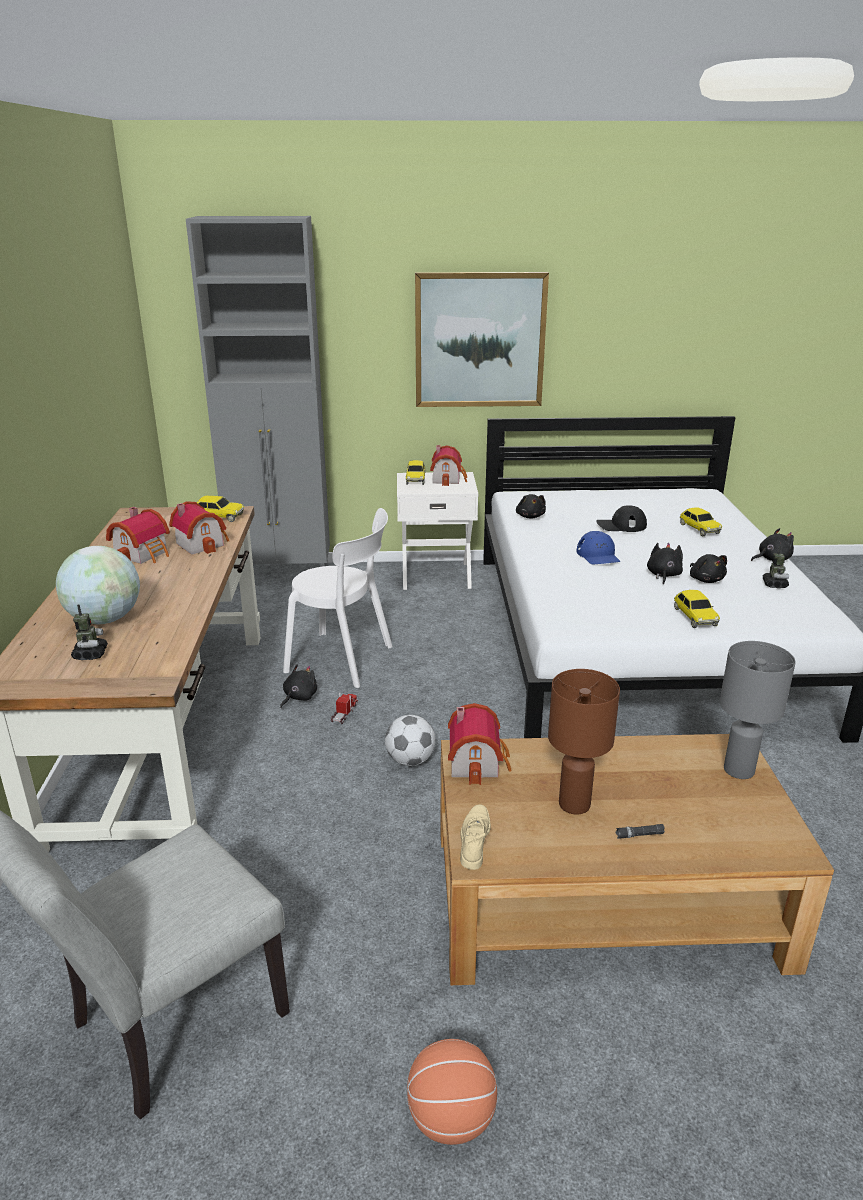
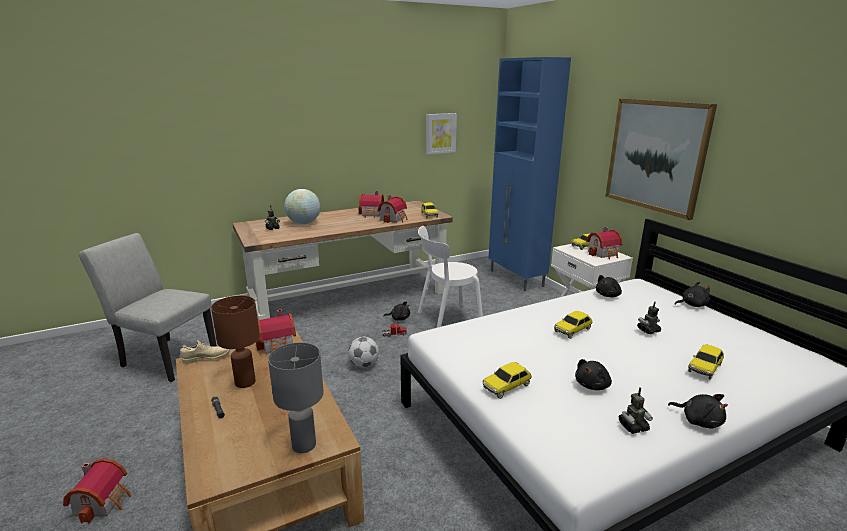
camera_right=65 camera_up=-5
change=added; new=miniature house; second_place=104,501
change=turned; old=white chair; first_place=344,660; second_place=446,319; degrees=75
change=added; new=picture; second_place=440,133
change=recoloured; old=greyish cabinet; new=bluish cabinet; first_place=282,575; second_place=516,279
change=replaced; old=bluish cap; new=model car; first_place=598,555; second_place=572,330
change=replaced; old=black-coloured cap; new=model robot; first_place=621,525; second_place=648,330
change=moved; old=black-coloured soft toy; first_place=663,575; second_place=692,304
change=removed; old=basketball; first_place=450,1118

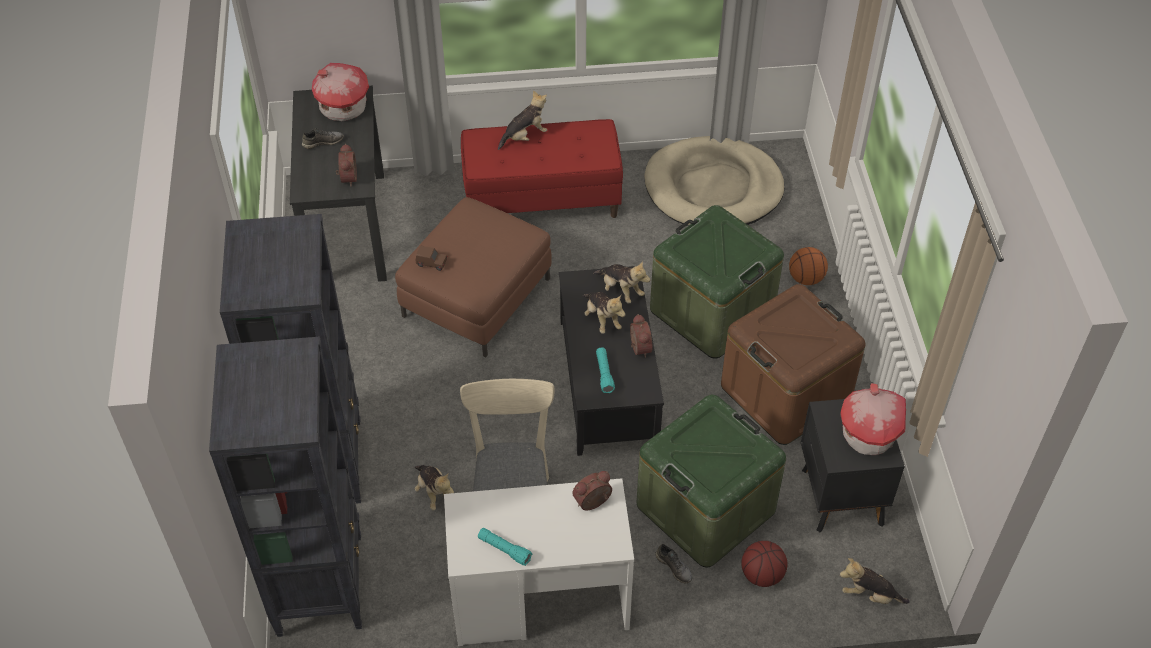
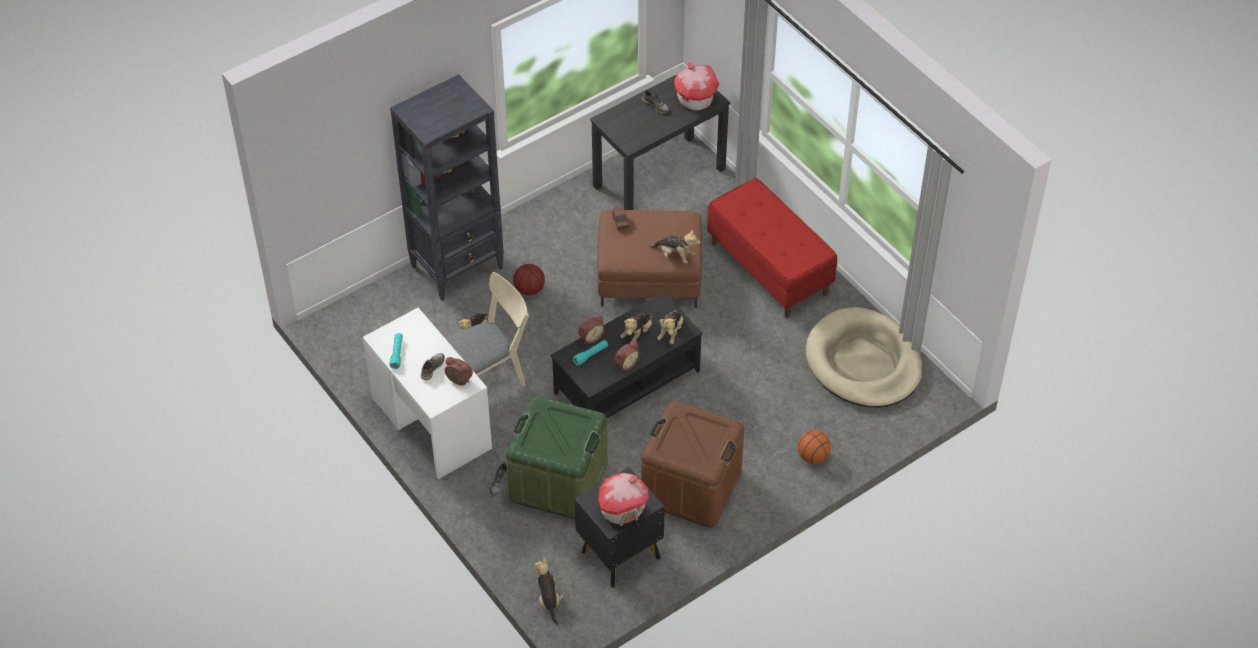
camera_right=60 camera_up=0
change=added; new=greyish item of footwear; second_place=432,368
change=moved; old=basketball; first_place=762,575; second_place=529,290
change=moved; old=table clock; first_place=347,178; second_place=591,337
change=moved; old=soft toy; first_place=525,136; second_place=675,255
change=removed; old=black-coloured bookshelf; first_place=320,583
change=removed; old=greenish storage container; first_place=712,311

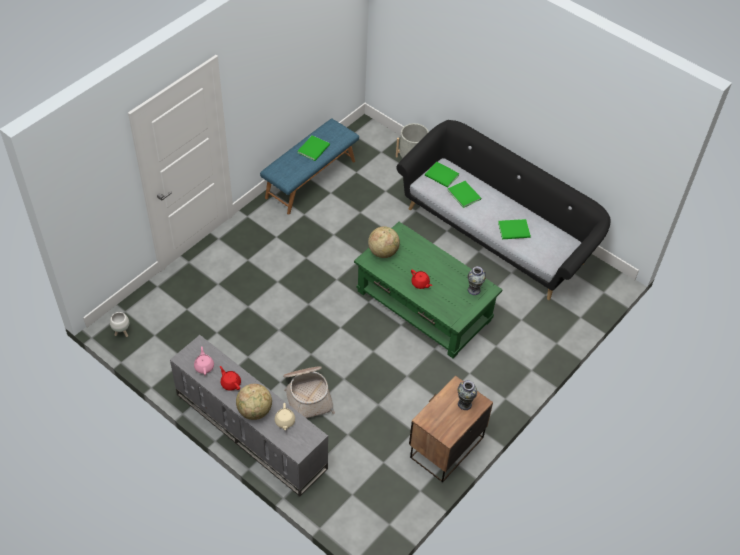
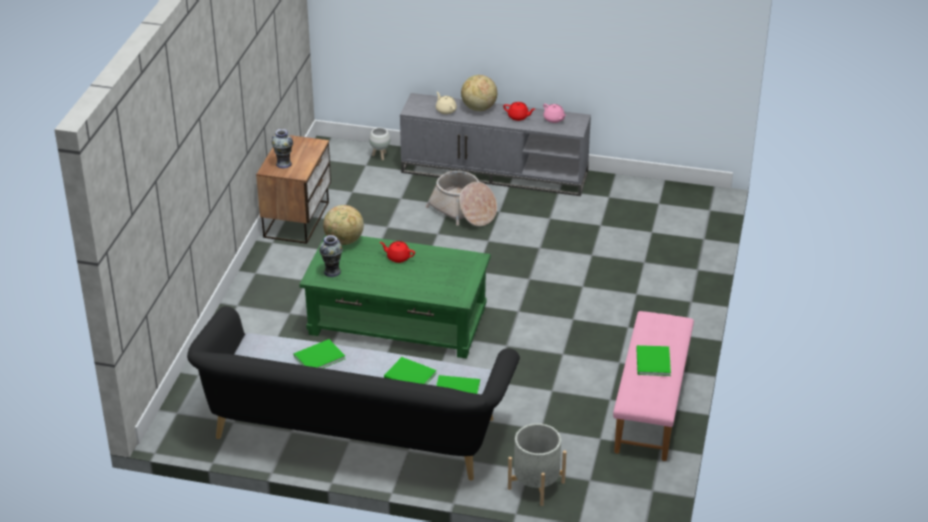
camera_right=155 camera_up=-15
change=moved; old=globe; first_place=383,252; second_place=344,241
change=moved; old=white planter; first_place=122,333; second_place=380,156
change=recoloured; old=bluish bench; new=pink bench; first_place=310,179; second_place=652,406

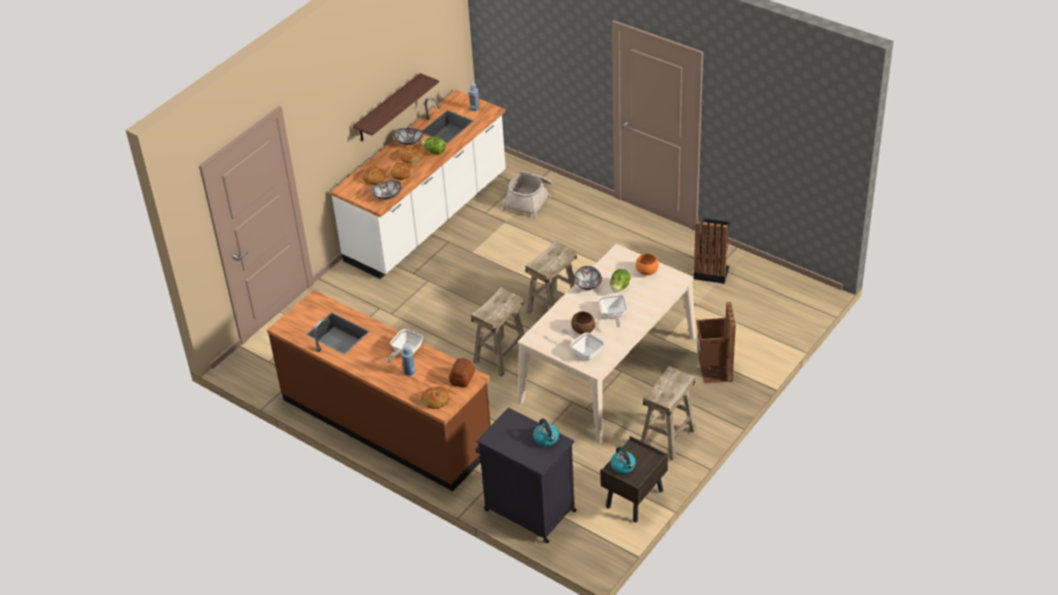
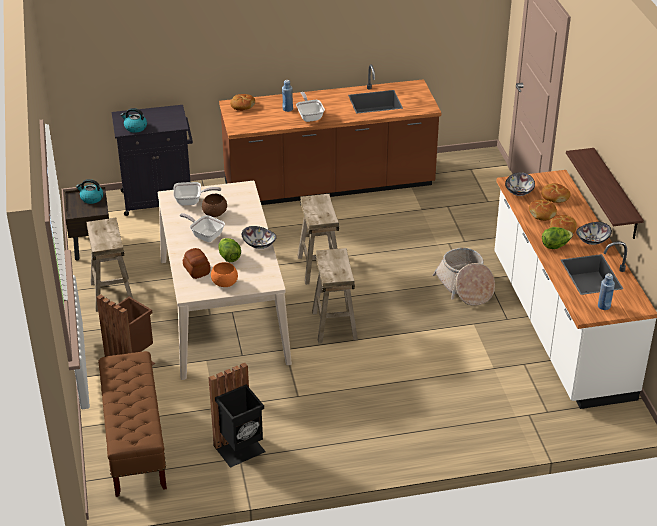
camera_right=130 camera_up=-5
change=added; new=brownish bench; second_place=135,444
change=moved; old=baked bread; first_place=462,378; second_place=196,270
change=moved; old=storage basket; first_place=529,199; second_place=465,287

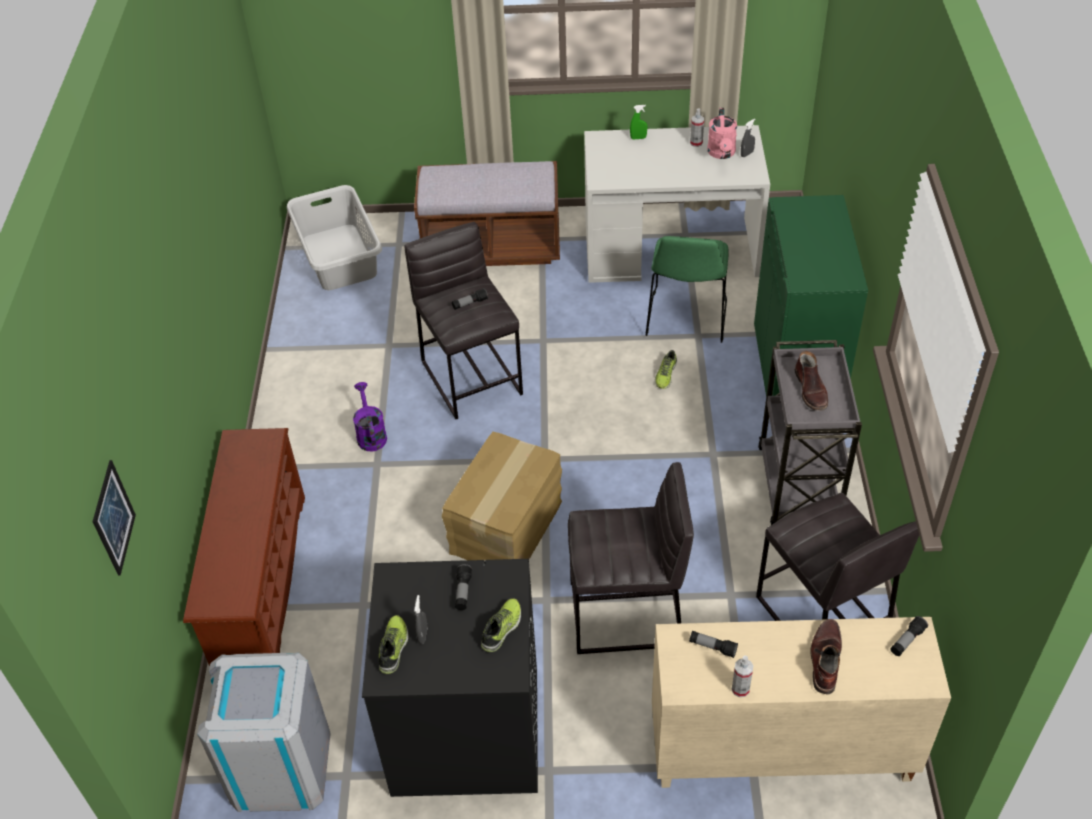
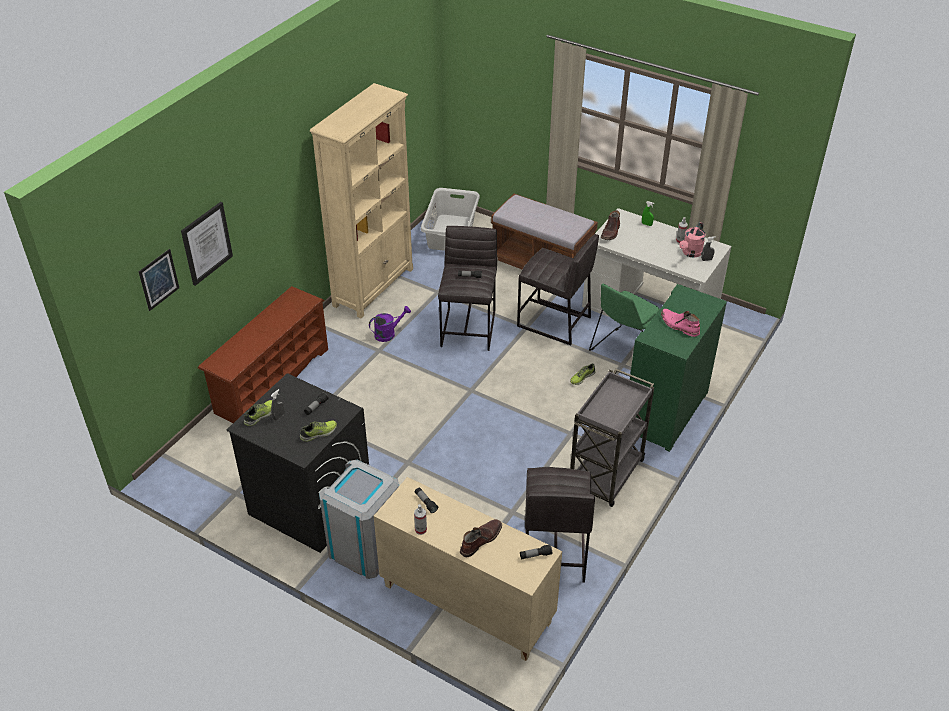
camera_right=30 camera_up=-5
change=added; new=picture; second_place=206,243
change=added; new=beige bookshelf; second_place=374,287
change=moved; old=greyish trash can; first_place=281,767; second_place=365,547
change=turned; old=purple watering pot; first_place=370,434; second_place=388,333; degrees=45
change=moved; old=greyish stool; first_place=627,615; second_place=554,322
change=moved; old=brownish boot; first_place=811,390; second_place=611,232
change=added; new=pink boot; second_place=679,326
change=removed; old=cardboard box; first_place=507,528

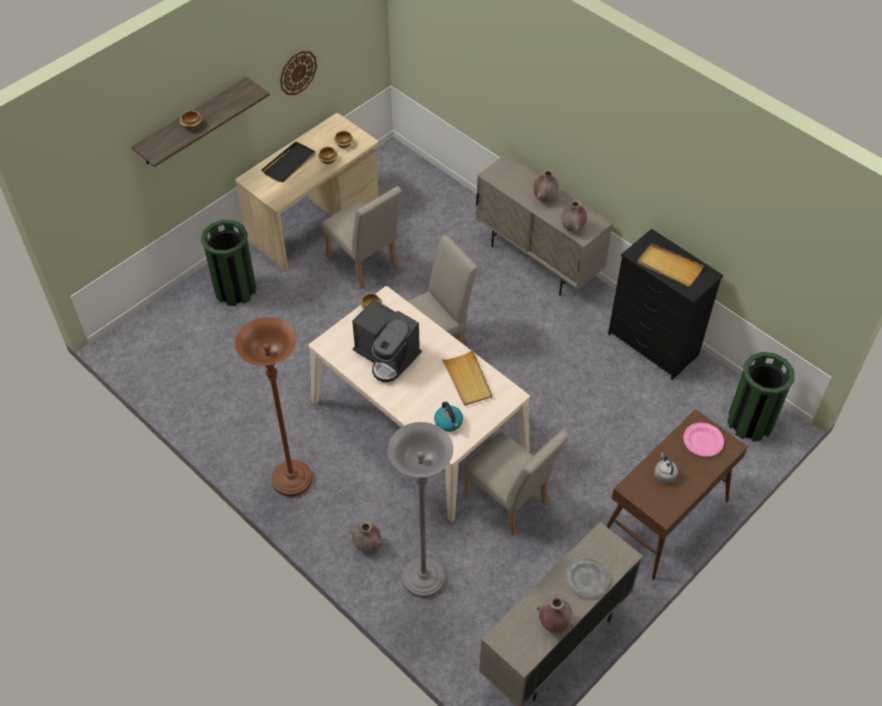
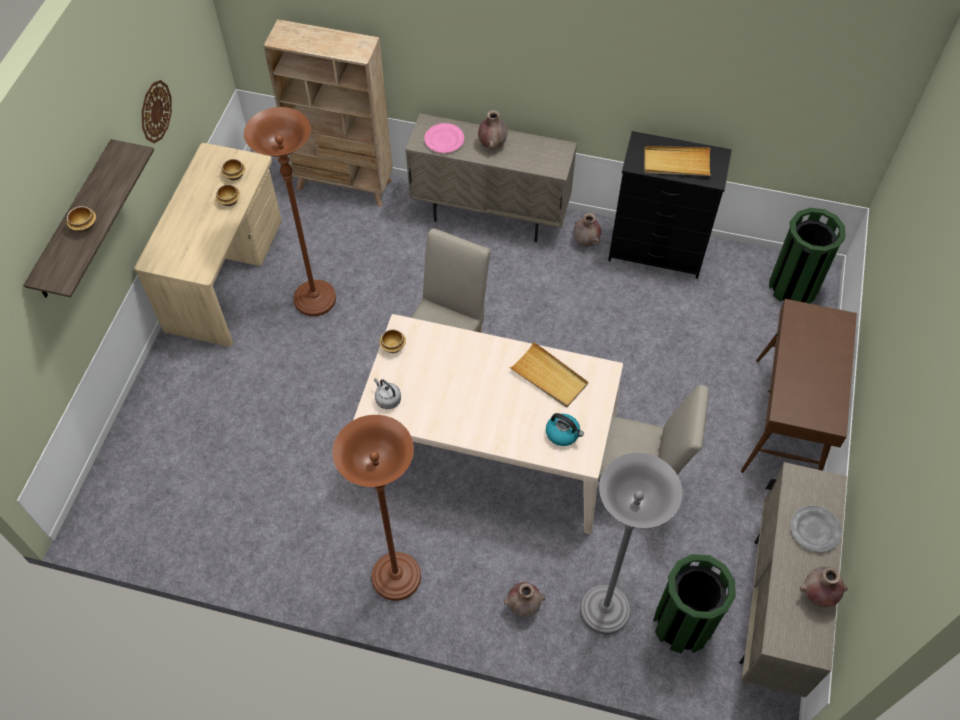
camera_right=-30 camera_up=5
change=replaced; old=beige chair; new=brownish standing lamp; first_place=365,264; second_place=315,300
change=added; new=beige bookshelf; second_place=345,185
change=moved; old=greyish water kettle; first_place=664,474; second_place=387,399
change=moved; old=pink dinner plate; first_place=703,441; second_place=444,140
change=moved; old=brownish flower vase; first_place=572,228; second_place=586,241
change=moved; old=greenish trash can; first_place=235,290; second_place=682,624
change=removed; old=black-coloured carrying tray; first_place=289,164
change=removed; old=coffee machine; first_place=387,356

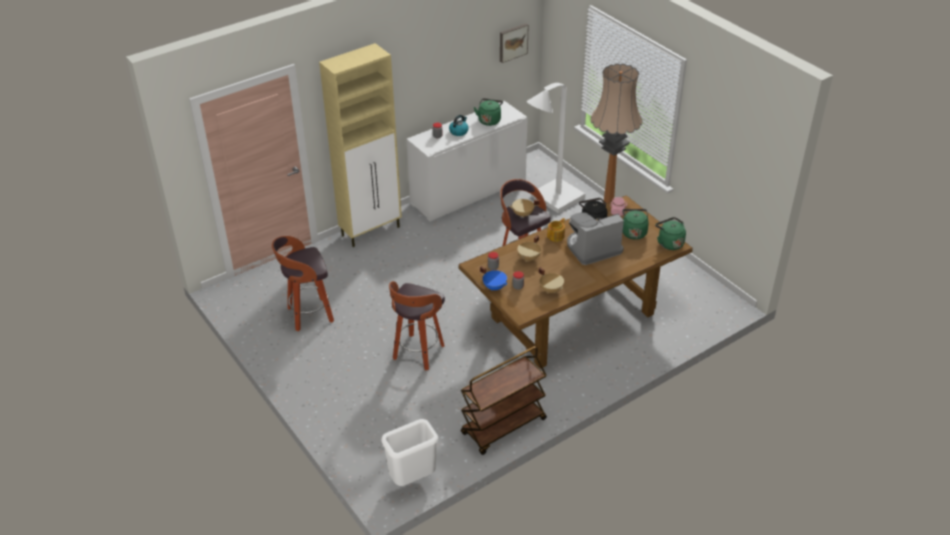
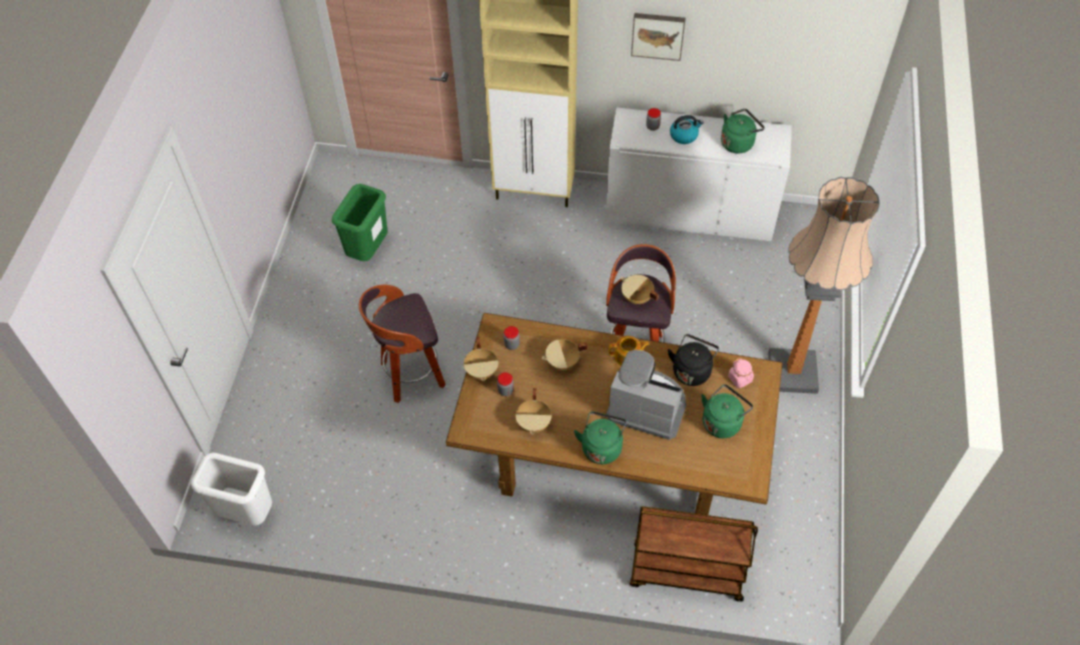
camera_right=45 camera_up=15
change=replaced; old=stool; new=greenish trash can; first_place=309,315; second_place=368,251
change=recoloured; old=bluish stockpot; new=beige stockpot; first_place=494,287; second_place=482,371
change=moved; old=greenish water kettle; first_place=669,243; second_place=601,446
change=moved; old=brownish wheeled cart; first_place=503,427; second_place=686,573
change=moved; old=picture; first_place=512,42; second_place=658,35
change=removed; old=white standing lamp; first_place=552,200

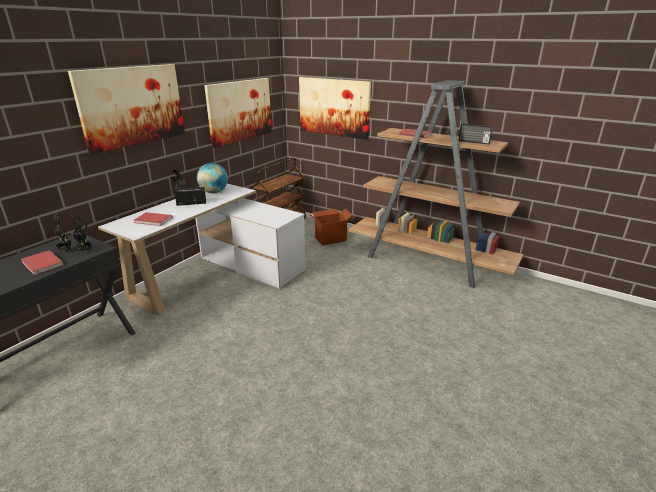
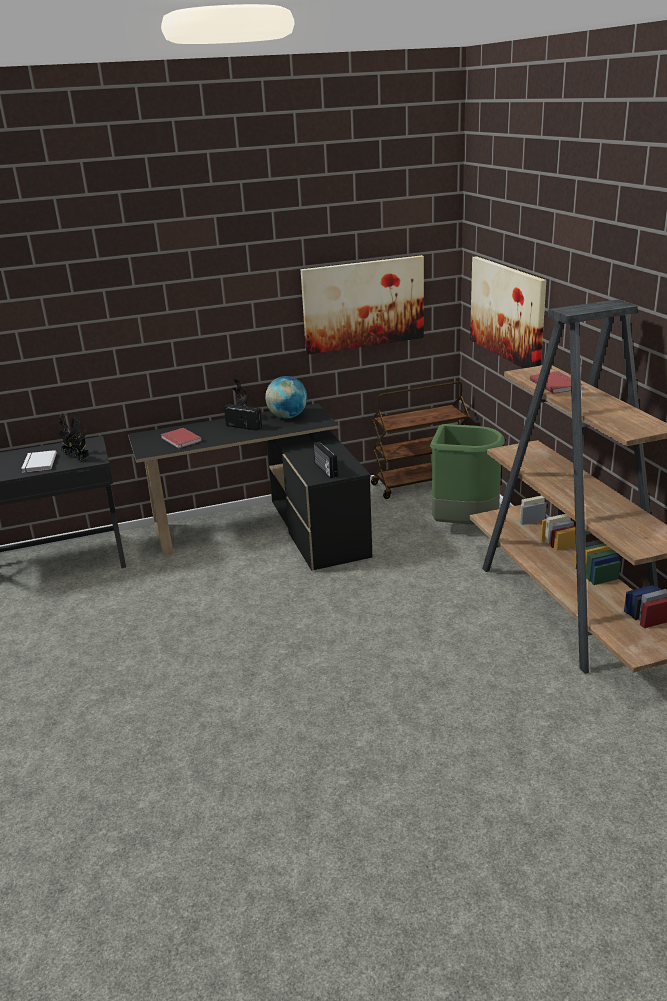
camera_right=40 camera_up=0
change=recoloured; old=red book; new=white book; first_place=41,264; second_place=38,463
change=recoloured; old=white desk unit; new=black-coloured desk unit; first_place=218,275; second_place=267,529
change=moved; old=radio set; first_place=474,142; second_place=325,470
change=replaced; old=cardboard box; new=greenish trash can; first_place=330,239; second_place=463,525
change=removed; old=picture; first_place=132,106

